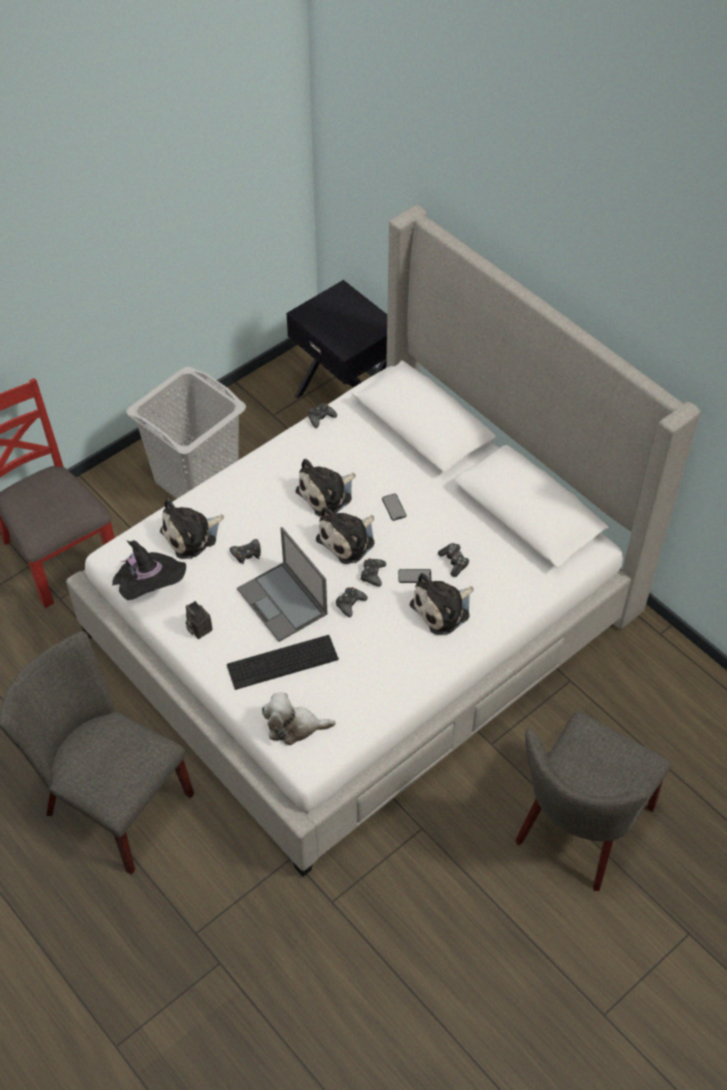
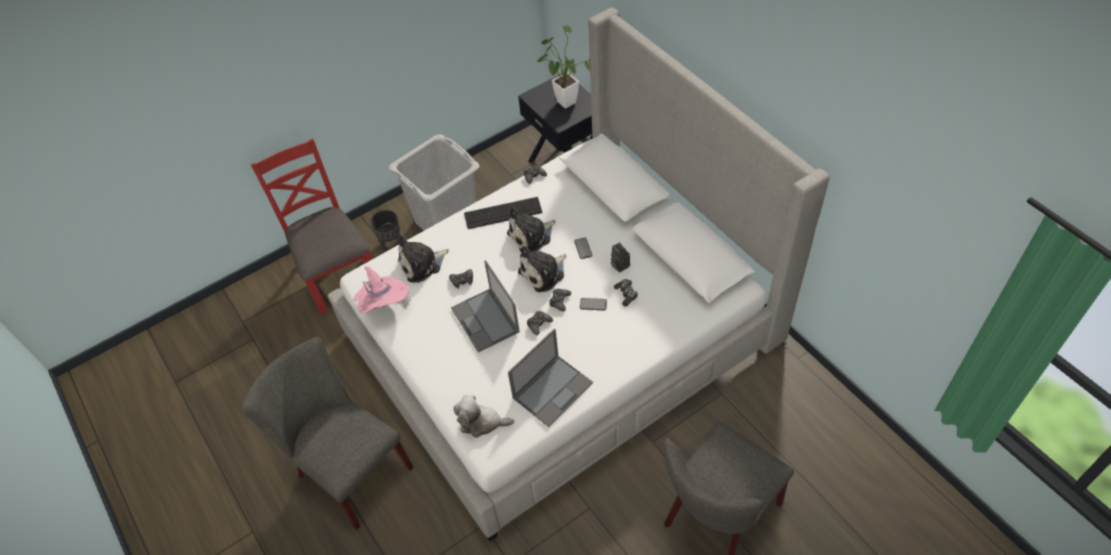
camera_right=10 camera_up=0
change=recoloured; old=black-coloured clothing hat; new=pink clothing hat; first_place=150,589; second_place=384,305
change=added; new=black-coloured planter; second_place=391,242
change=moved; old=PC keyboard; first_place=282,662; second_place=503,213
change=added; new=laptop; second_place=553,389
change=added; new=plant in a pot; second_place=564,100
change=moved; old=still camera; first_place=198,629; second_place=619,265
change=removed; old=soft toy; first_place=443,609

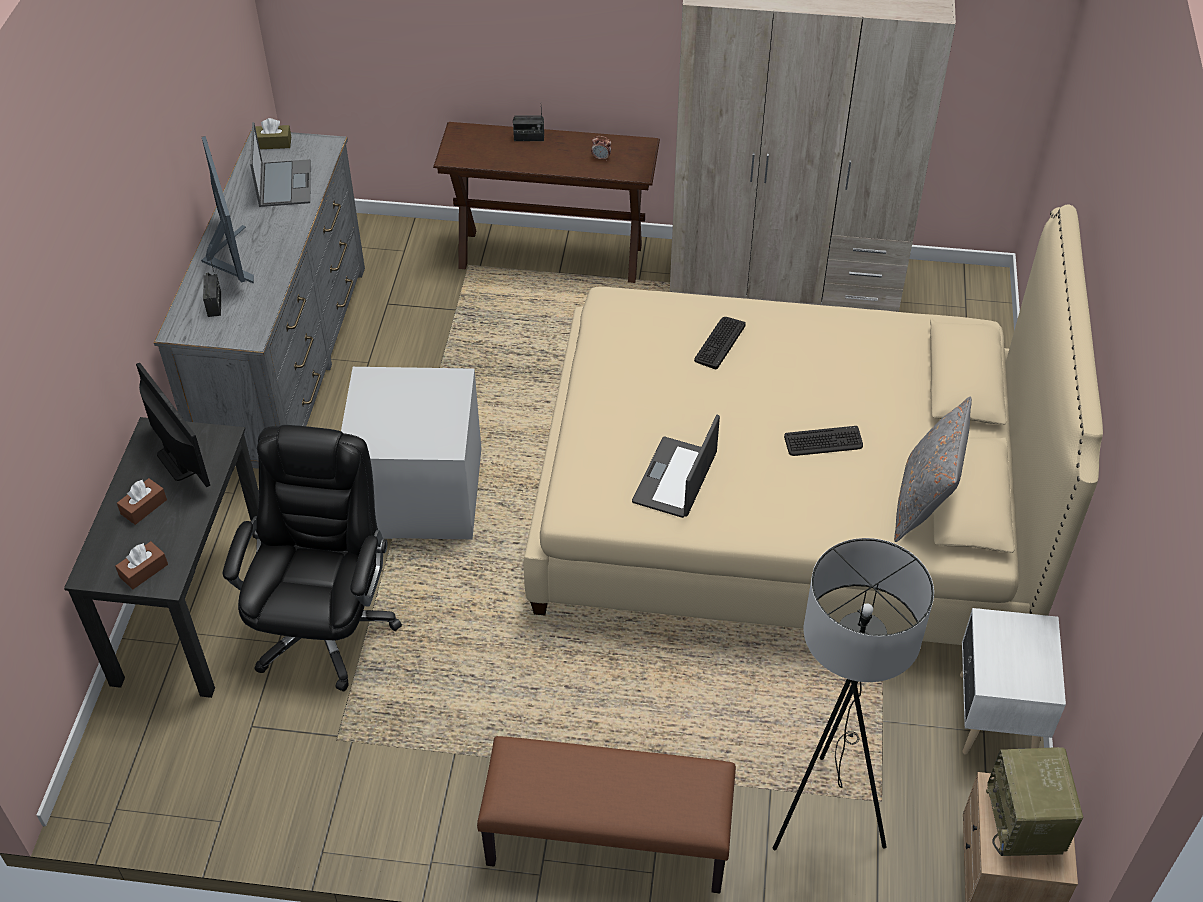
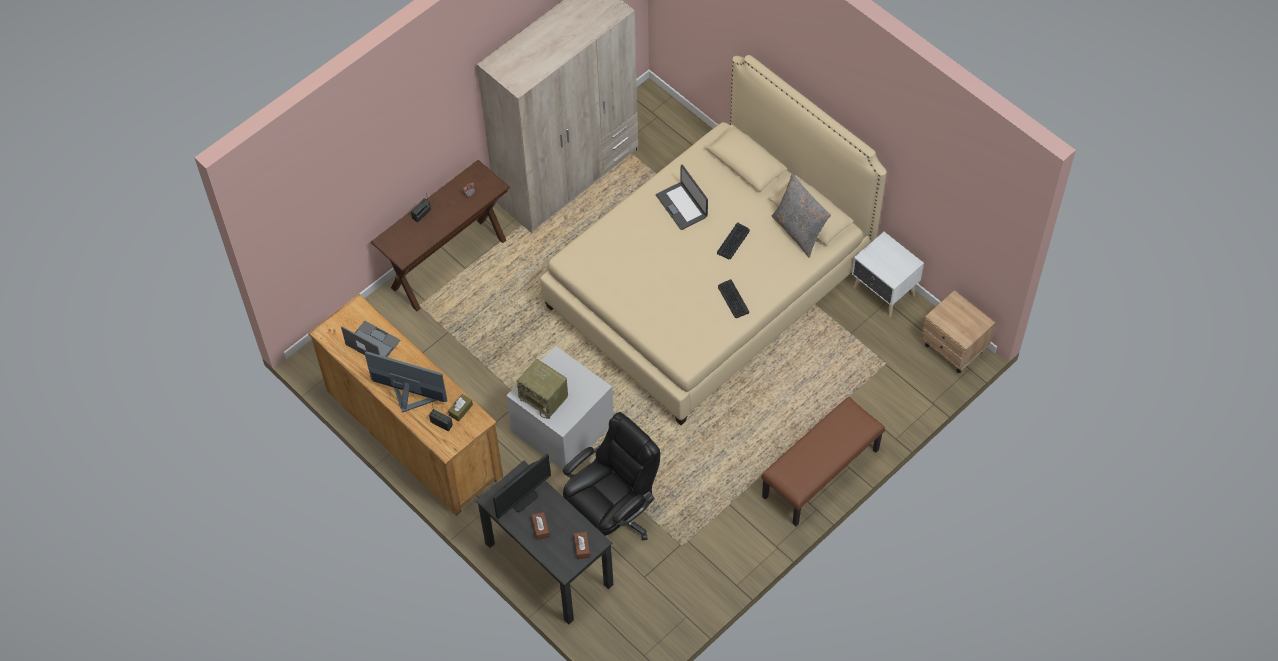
camera_right=-50 camera_up=10
change=recoloured; old=greyish drawer chest; new=brownish drawer chest; first_place=285,363; second_place=414,433
change=moved; old=brownish tissue holder; first_place=273,143; second_place=460,410
change=turned; old=computer screen; first_place=179,461; second_place=522,498; degrees=135
change=moved; old=radio set; first_place=1026,822; second_place=544,398
change=turned; old=black-coloured office chair; first_place=325,626; second_place=612,514; degrees=90
change=moved; old=laptop; first_place=676,478; second_place=682,206
change=moved; old=PC keyboard; first_place=719,343; second_place=733,299
change=removed; old=black-coloured standing lamp; first_place=824,808

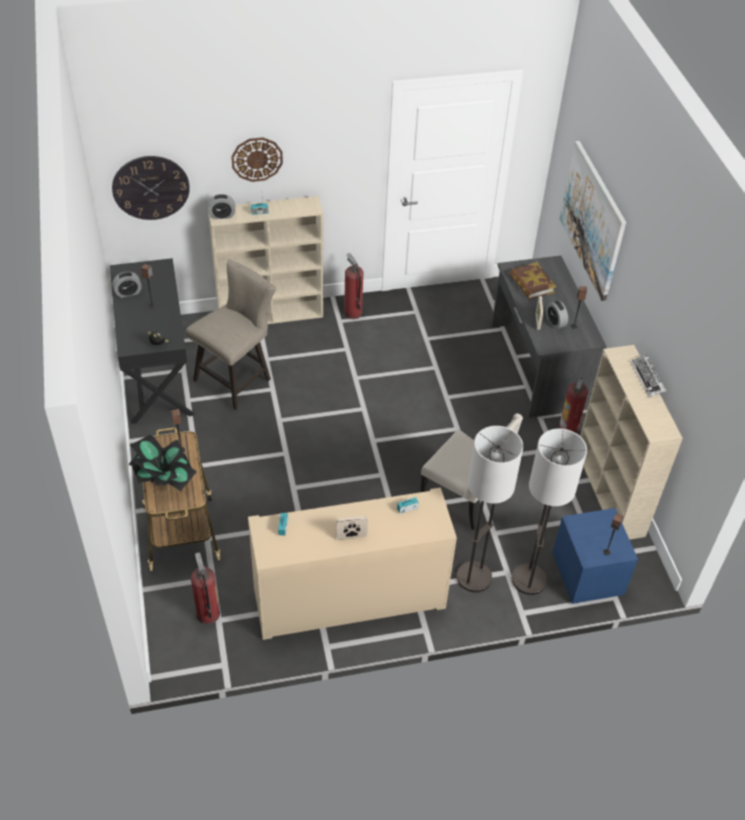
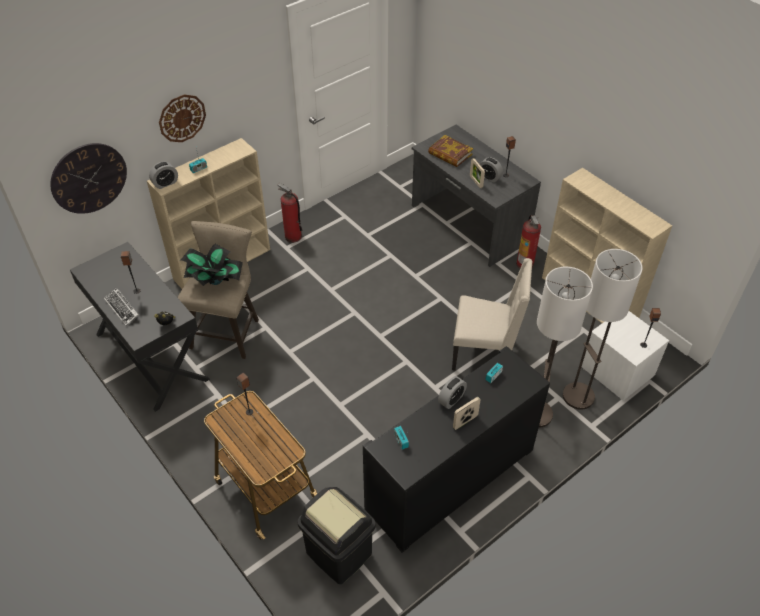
camera_right=-25 camera_up=0
change=moved; old=PC keyboard; first_place=647,378; second_place=122,308
change=moved; old=plant in a pot; first_place=163,479; second_place=215,281
change=replaced; old=fire-fighting cylinder; new=black-coloured trash can; first_place=207,614; second_place=338,553
change=recoloured; old=beige cabinet; new=black-coloured cabinet; first_place=349,598; second_place=450,479
change=moved; old=table clock; first_place=128,292; second_place=451,399
change=recoloured; old=bluish nightstand; new=white nightstand; first_place=587,574; second_place=617,371
change=removed; old=picture; first_place=592,220

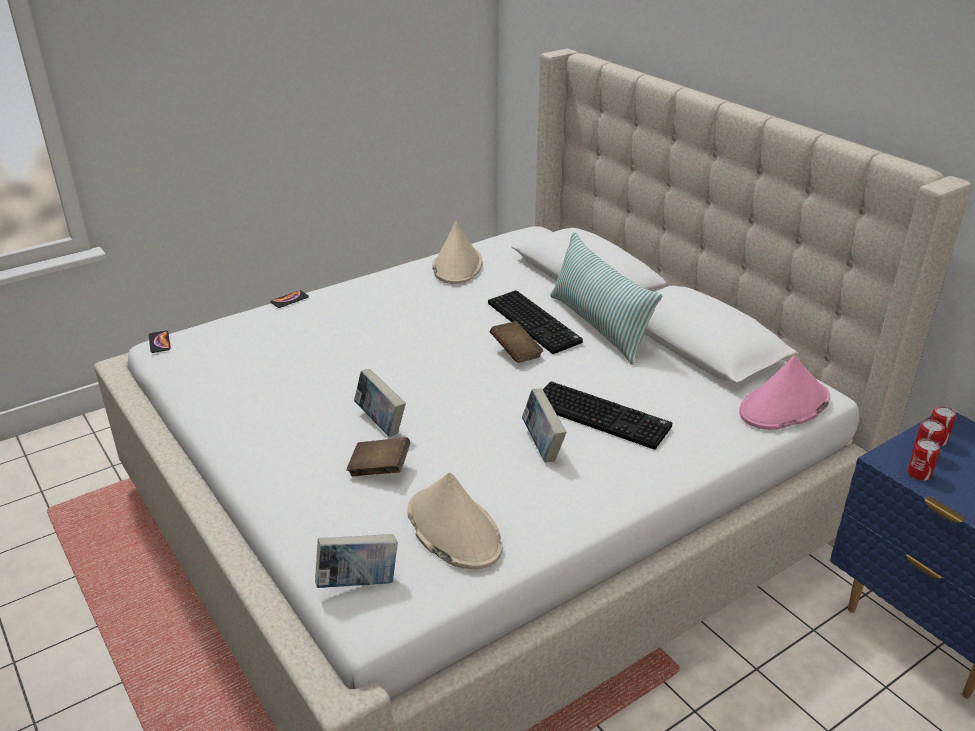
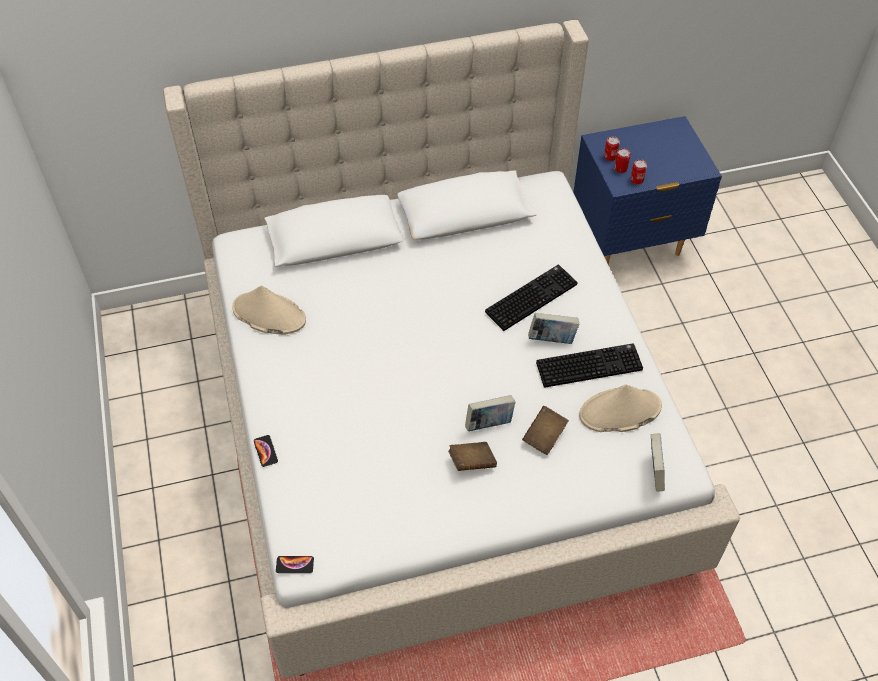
camera_right=-70 camera_up=20
change=moved; old=brownish book; first_place=516,353; second_place=472,462
change=moved; old=PC keyboard; first_place=536,323; second_place=589,365
change=removed; old=throw pillow; first_place=598,326
change=removed; old=pink clothing hat; first_place=784,406

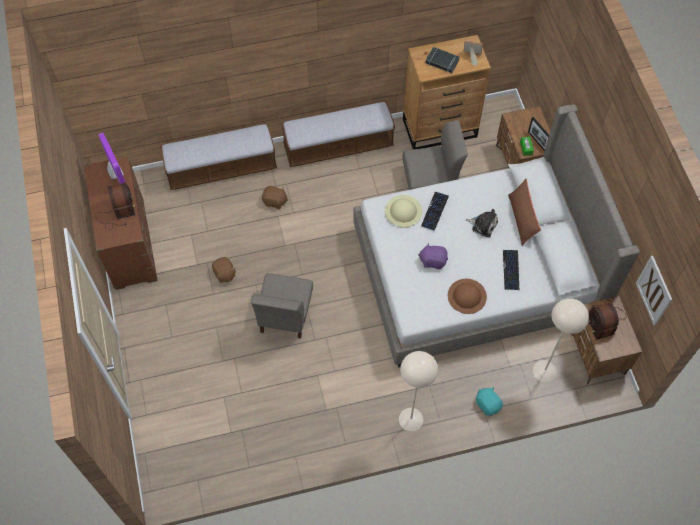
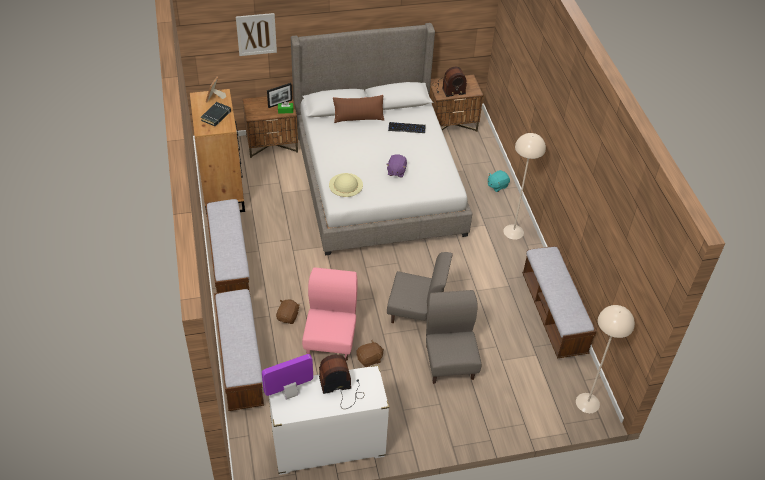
camera_right=-90 camera_up=-15
change=moved; old=picture; first_place=654,290; second_place=256,34
change=recoloured; old=brownish drawer chest; new=white drawer chest; first_place=130,245; second_place=328,446
change=added; new=pink chair; second_place=331,339
change=moved; old=greyish chair; first_place=430,182; second_place=450,362
change=added; new=bench; second_place=553,314
change=moved; old=beige standing lamp; first_place=544,371; second_place=588,403
change=removed; old=PC keyboard; first_place=435,211
change=removed; old=brownish clothing hat; first_place=467,296
change=removed; old=soft toy; first_place=483,225

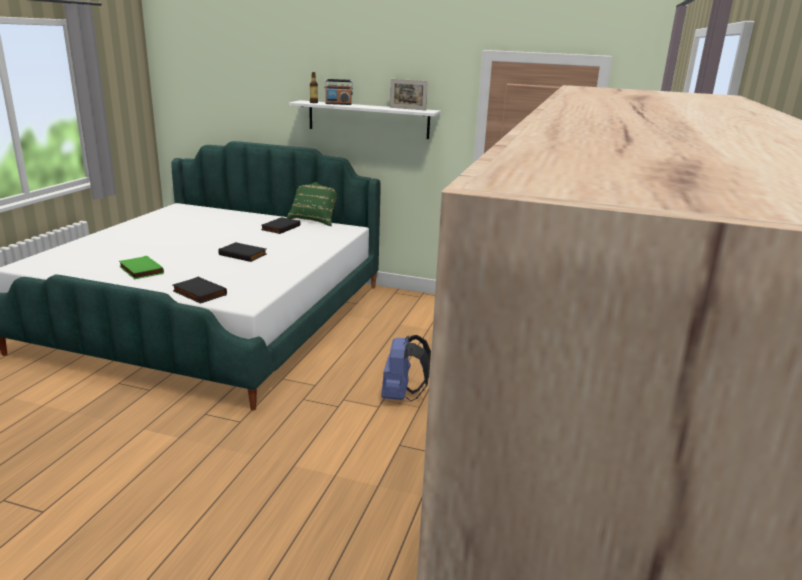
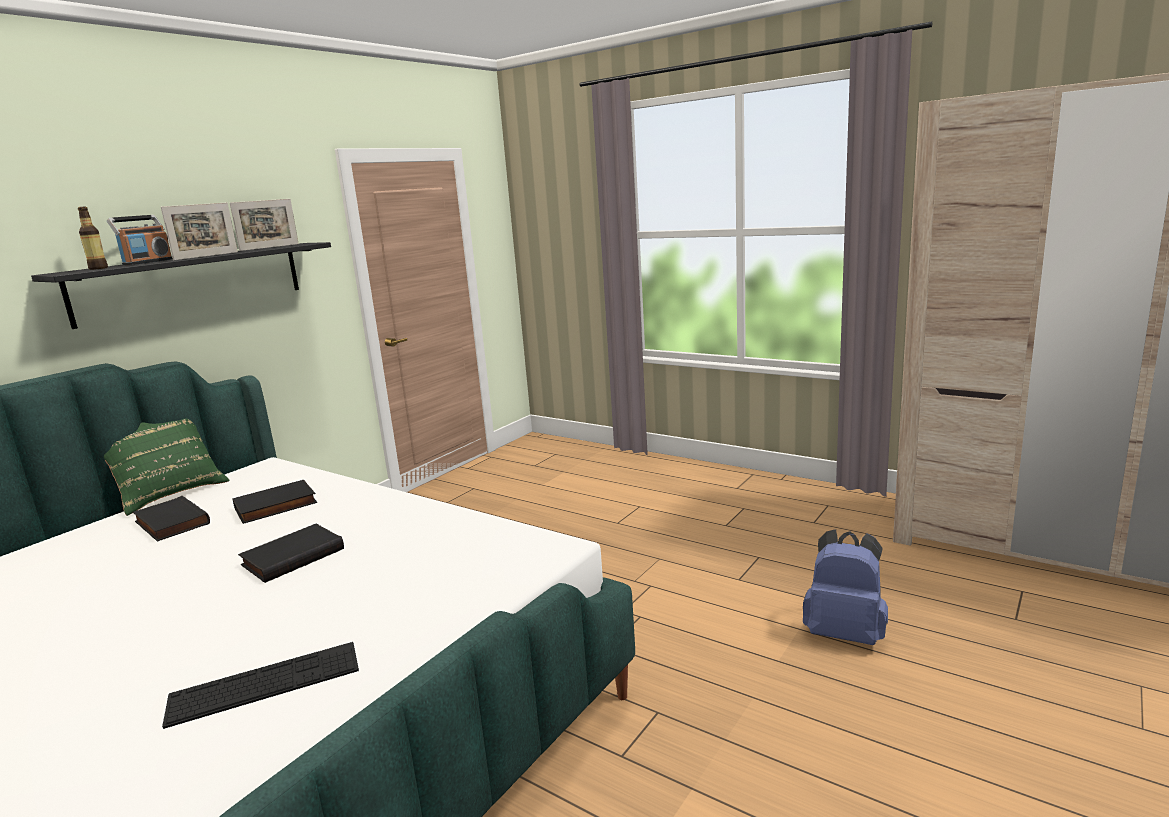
camera_right=-70 camera_up=-5
change=recoloured; old=white shelf; new=black-coloured shelf; first_place=368,119; second_place=192,282
change=added; new=photo frame; second_place=206,256
change=replaced; old=greenish book; new=PC keyboard; first_place=140,270; second_place=265,683
change=moved; old=black-coloured book; first_place=198,293; second_place=275,506
change=moved; old=bluish backpack; first_place=401,396; second_place=845,633

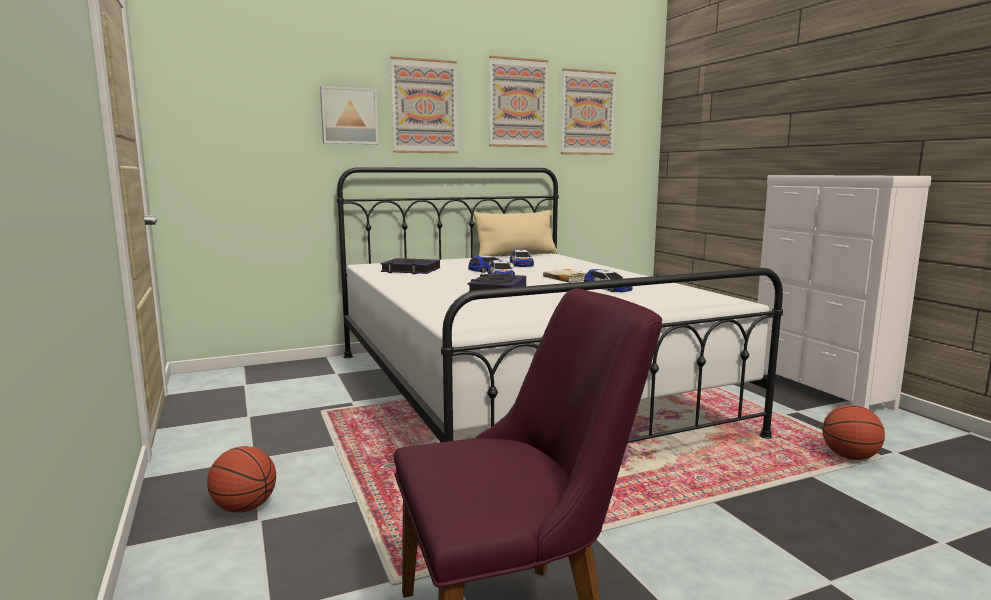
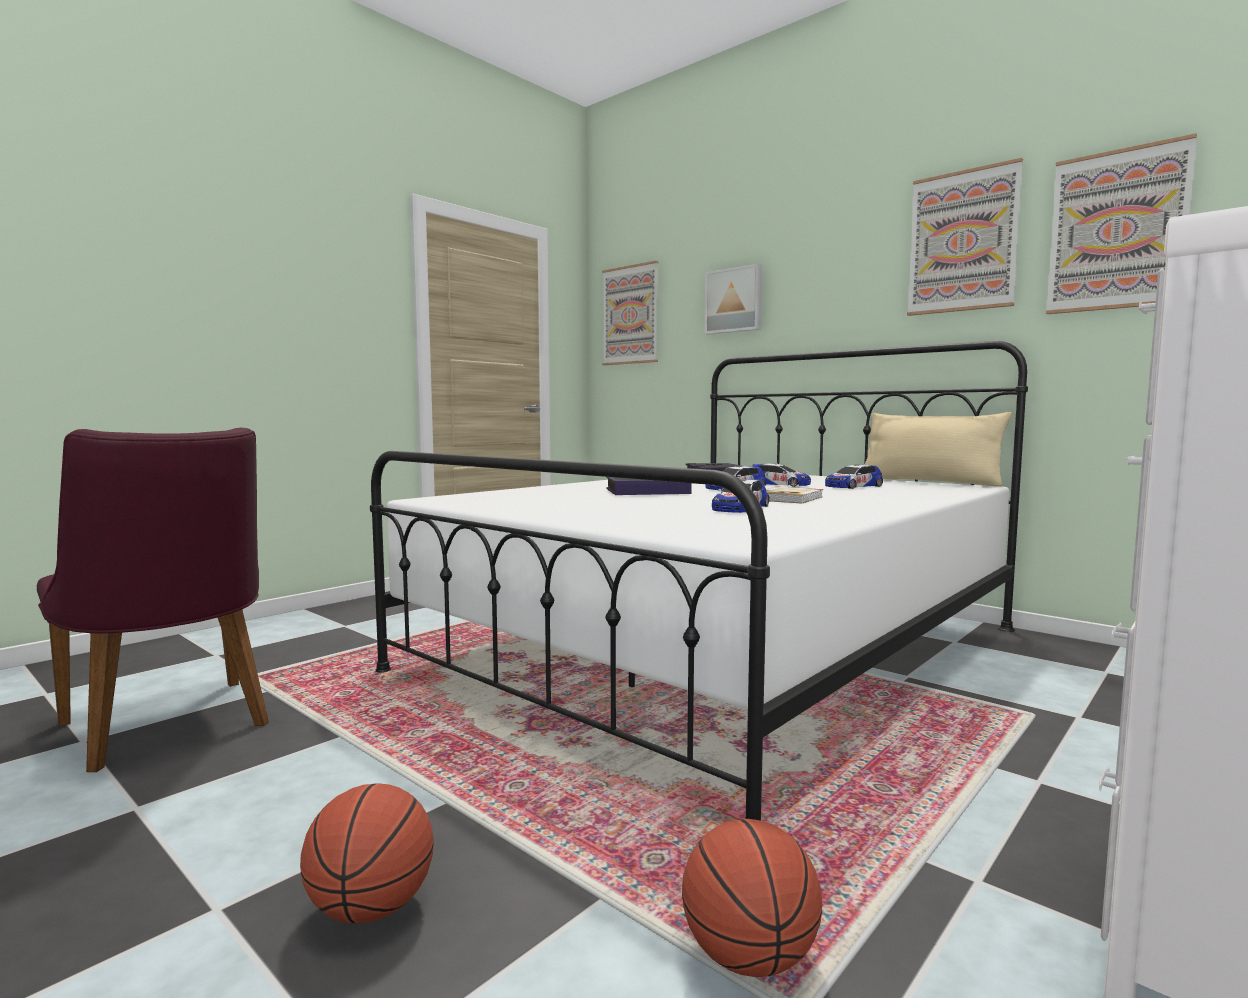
camera_right=65 camera_up=-5
change=moved; old=basketball; first_place=245,508; second_place=371,909
change=moved; old=picture; first_place=424,106; second_place=630,315

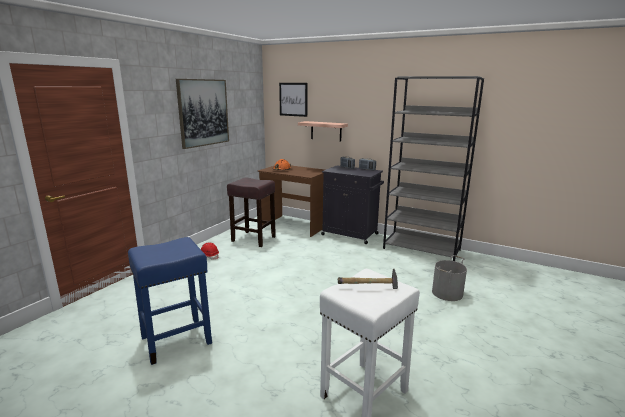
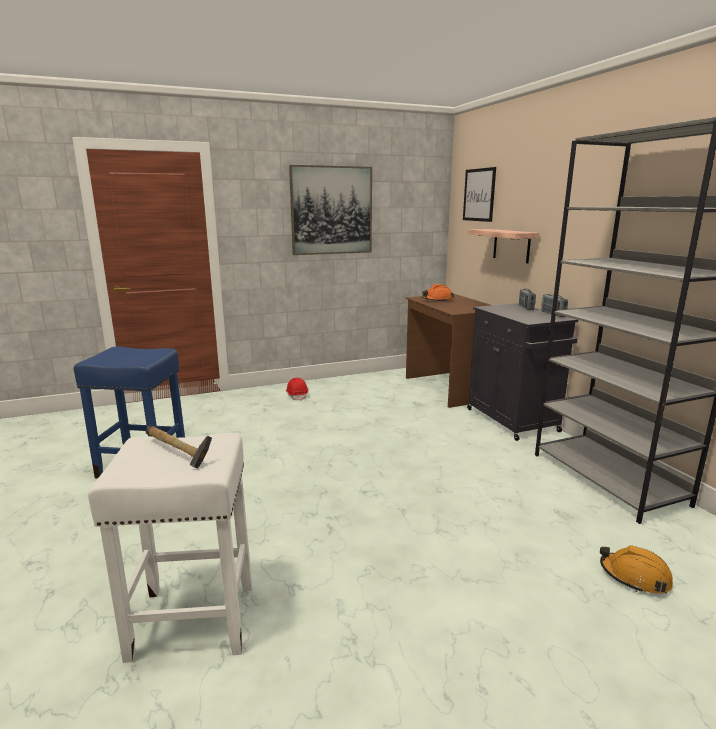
camera_right=40 camera_up=0
change=added; new=orange hard hat; second_place=634,577
change=removed; old=brownish stool; first_place=252,239
change=removed; old=greyish water bucket; first_place=447,293

